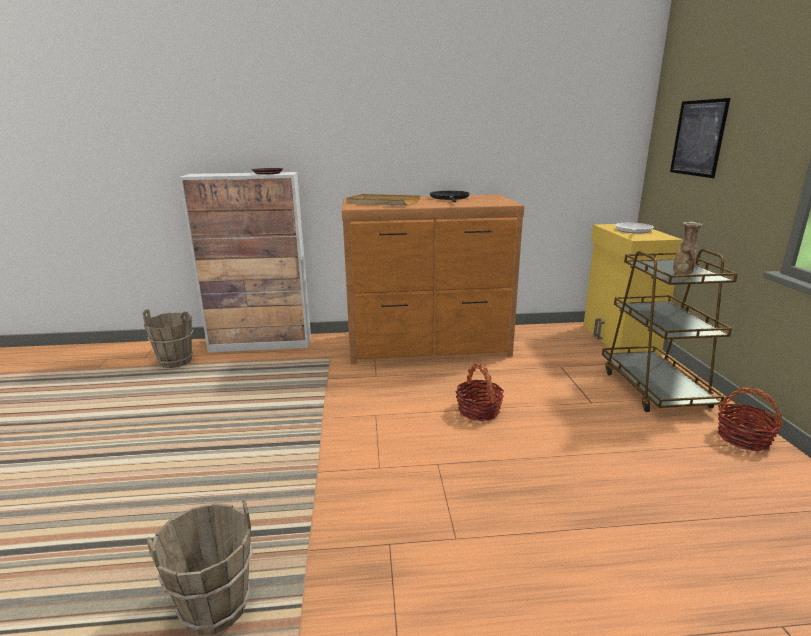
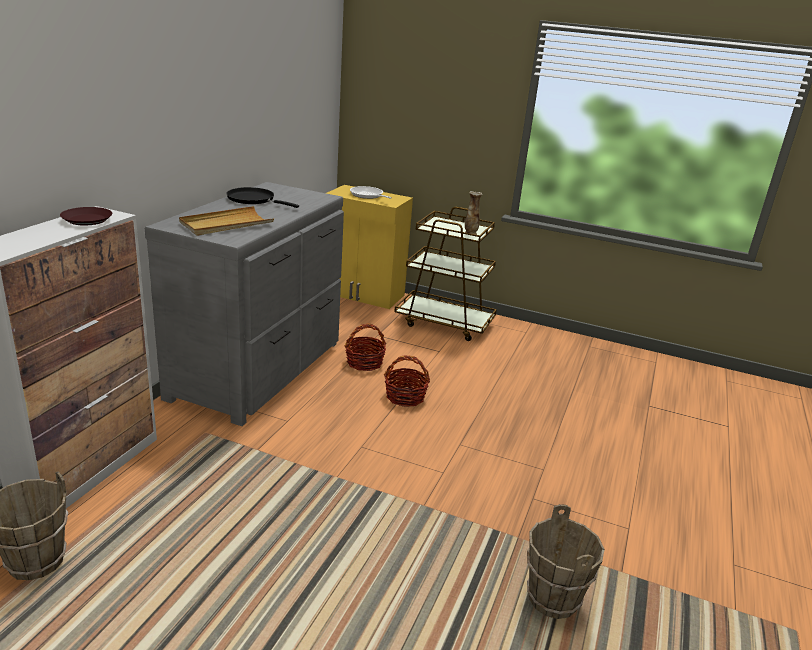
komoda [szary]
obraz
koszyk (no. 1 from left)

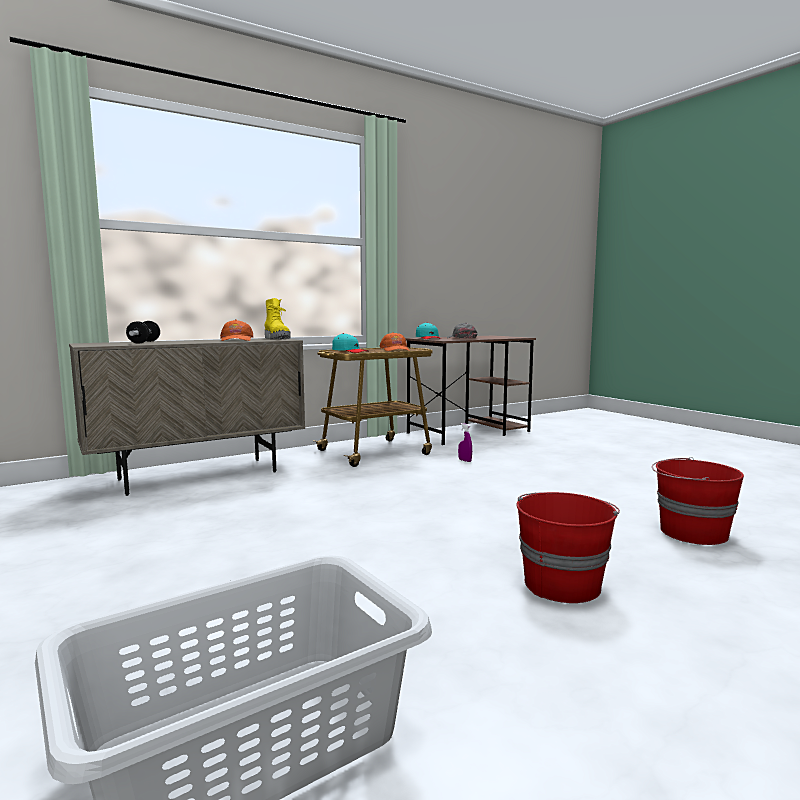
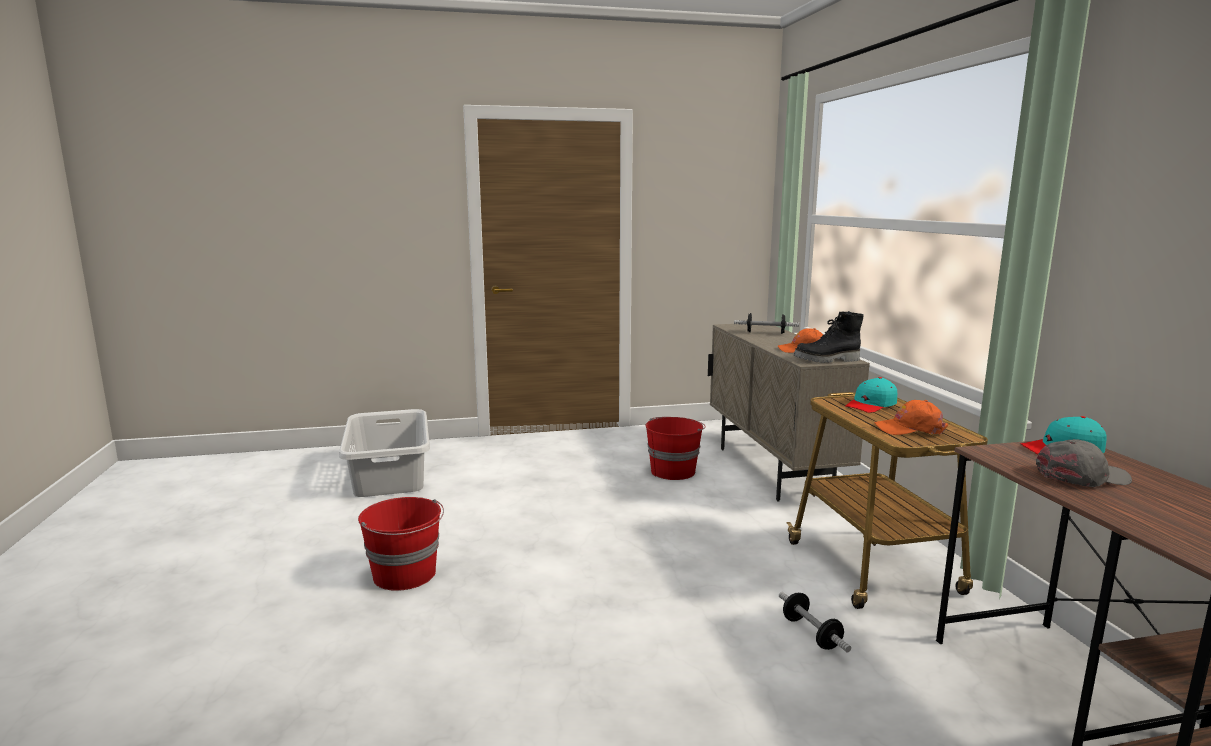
but z cholewką [czarny]
hantel (no. 2 from left)
wiadro [czerwony] (no. 2 from left)

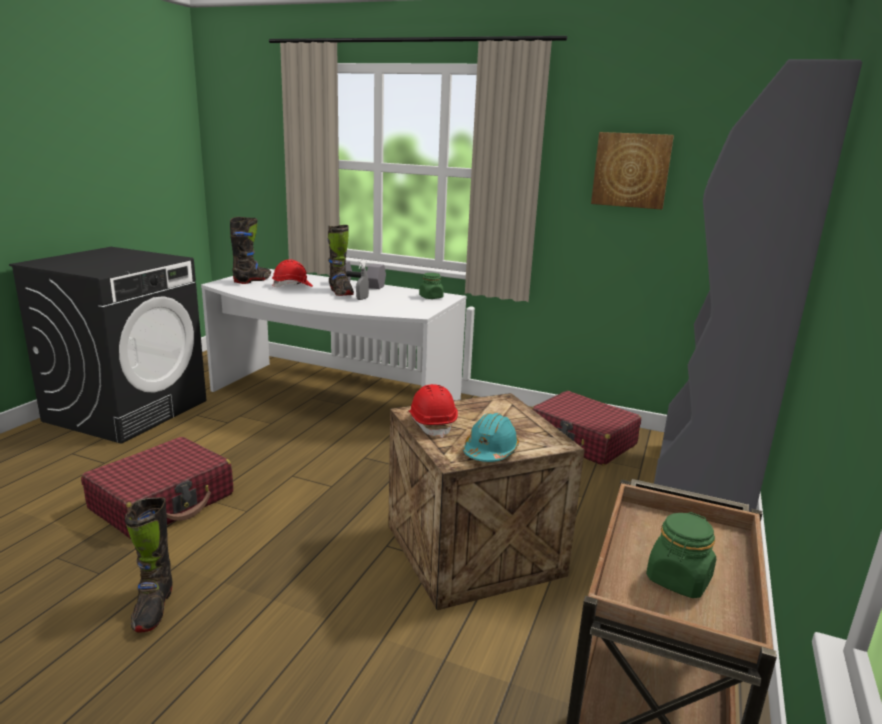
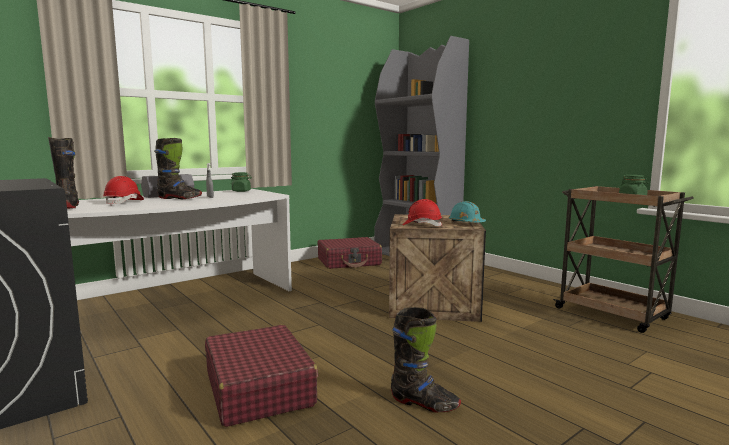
obraz

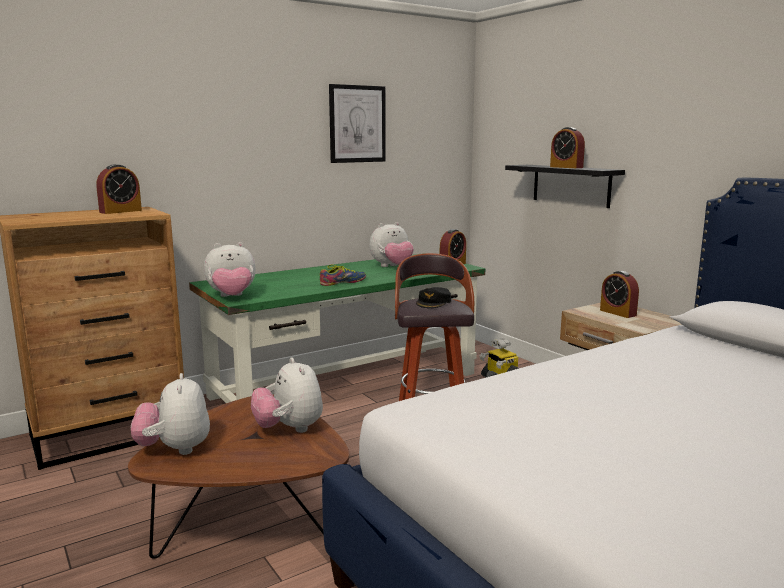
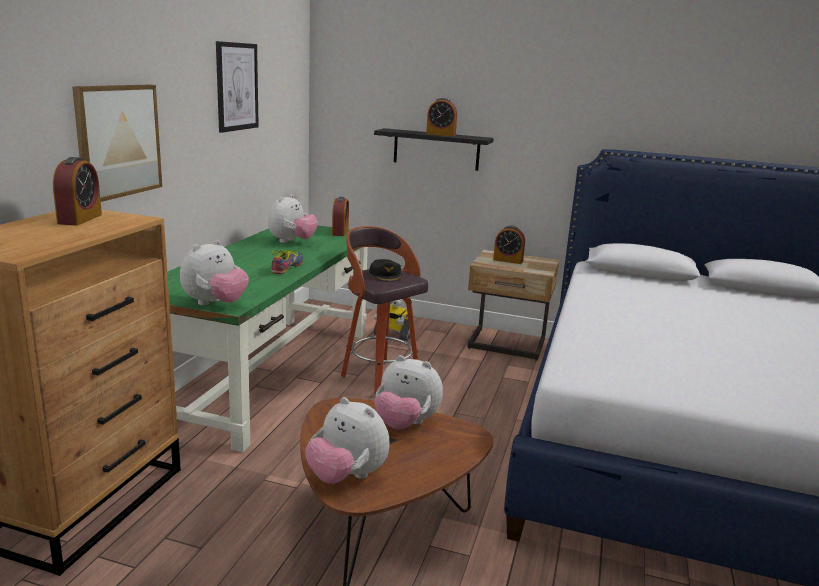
obraz (no. 1 from left)

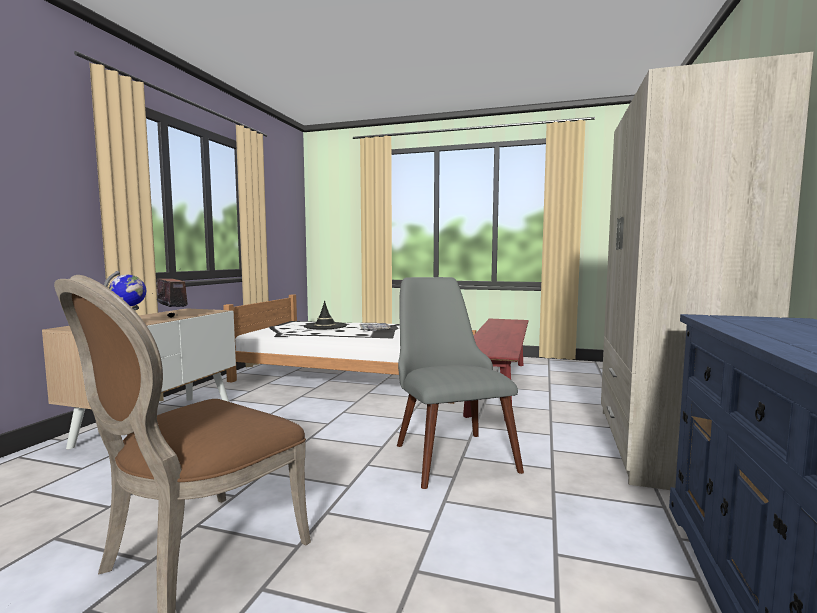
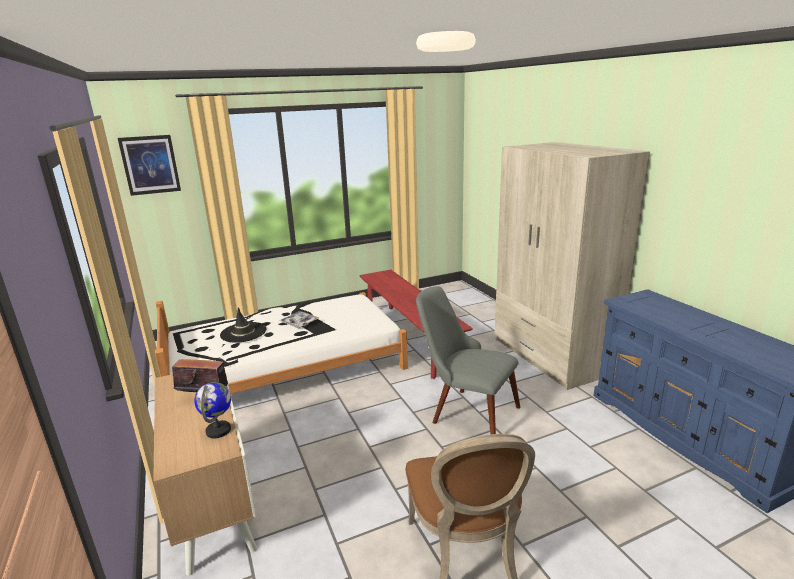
obraz

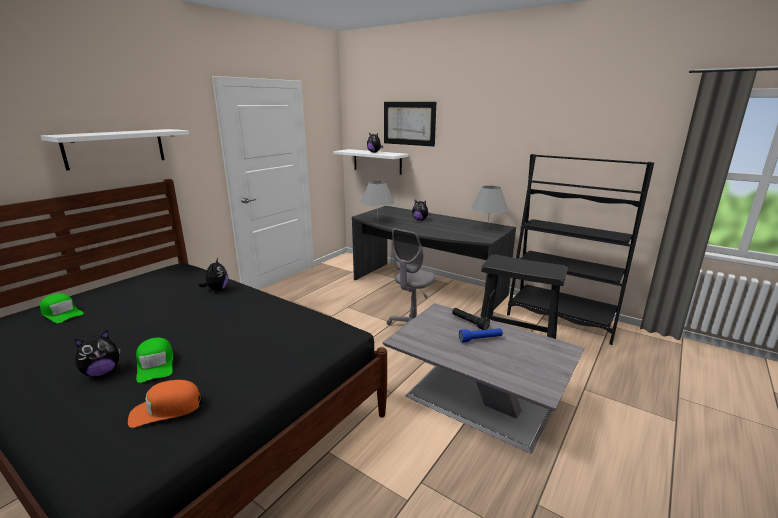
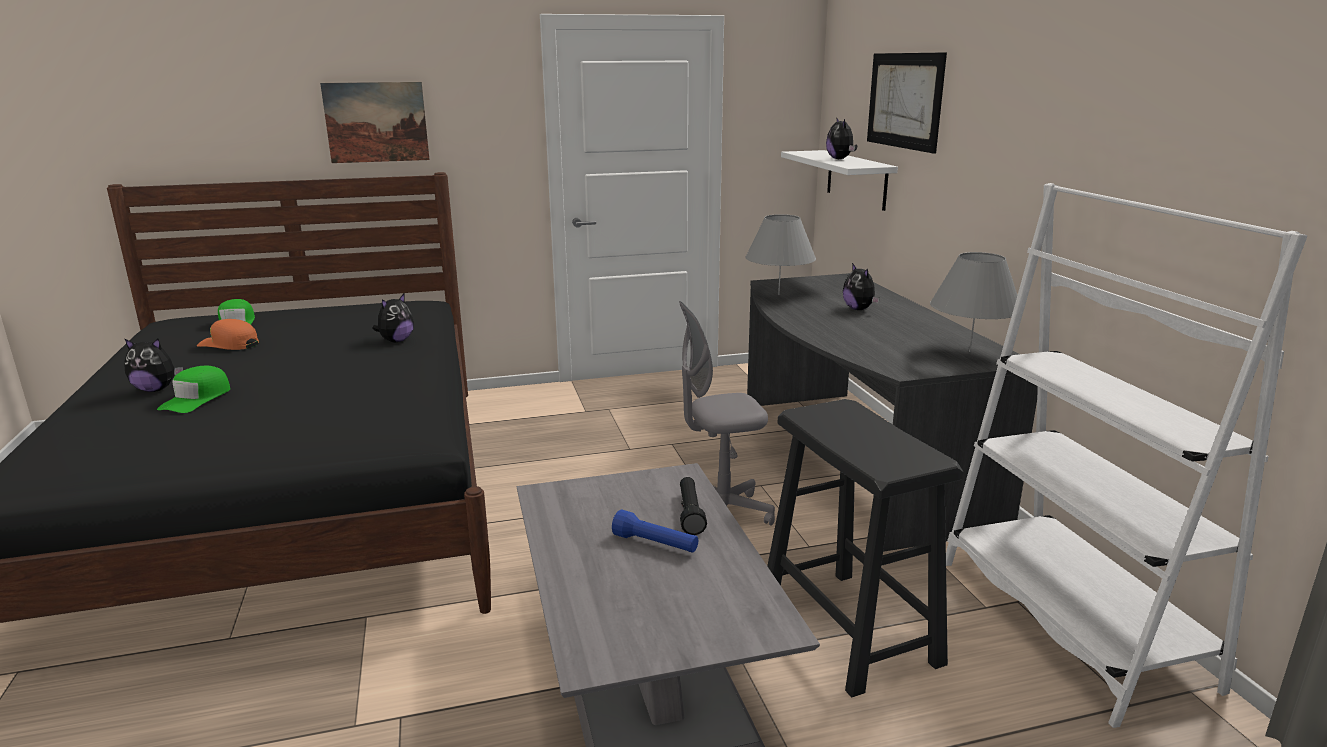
obraz (no. 1 from left)
czapka z daszkiem [pomarańczowy]
regał [biały]

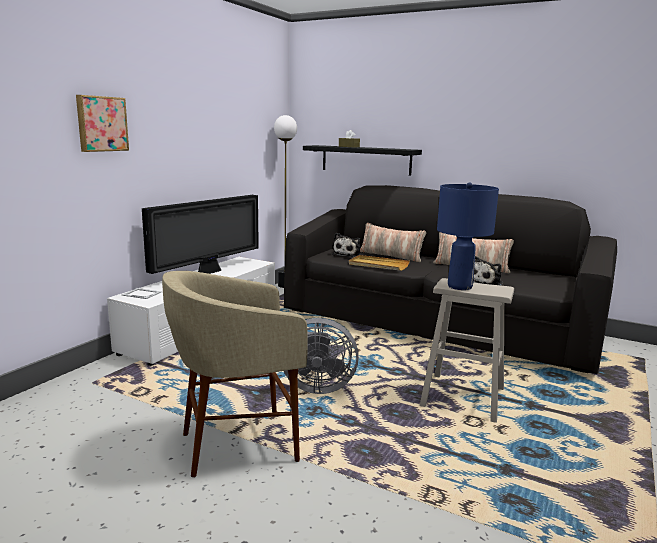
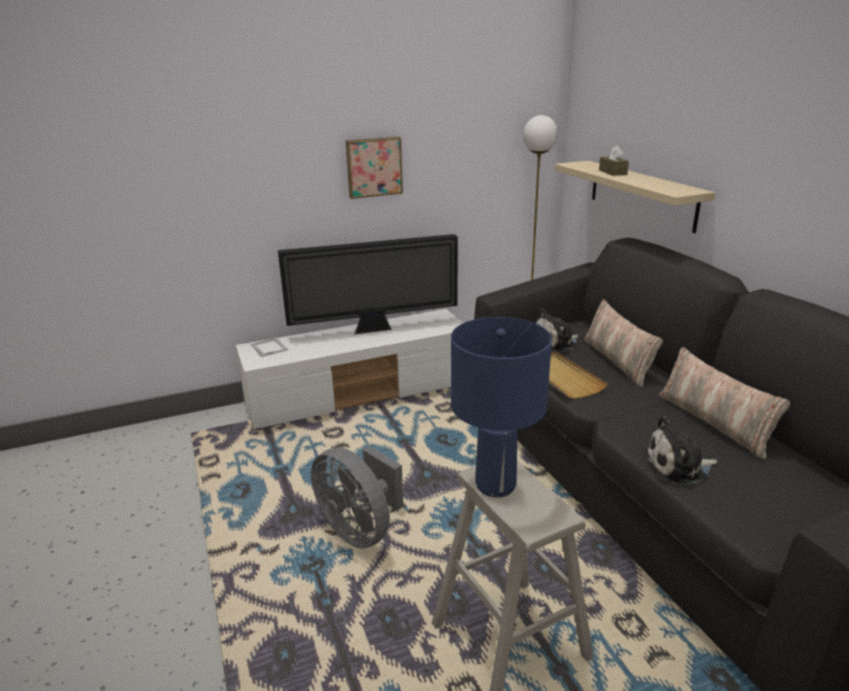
obraz
stołek [beżowy] (no. 1 from left in the first image)
półka [beżowy]

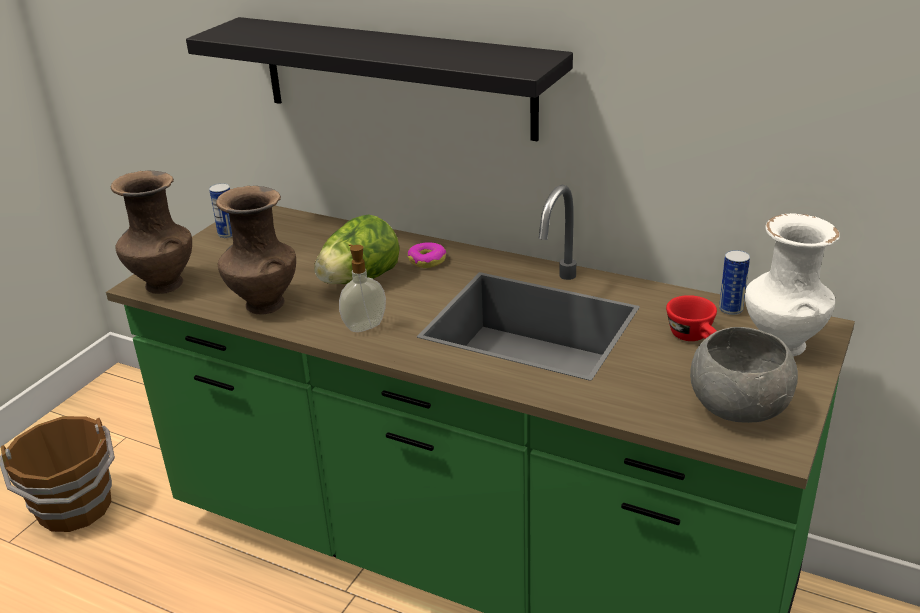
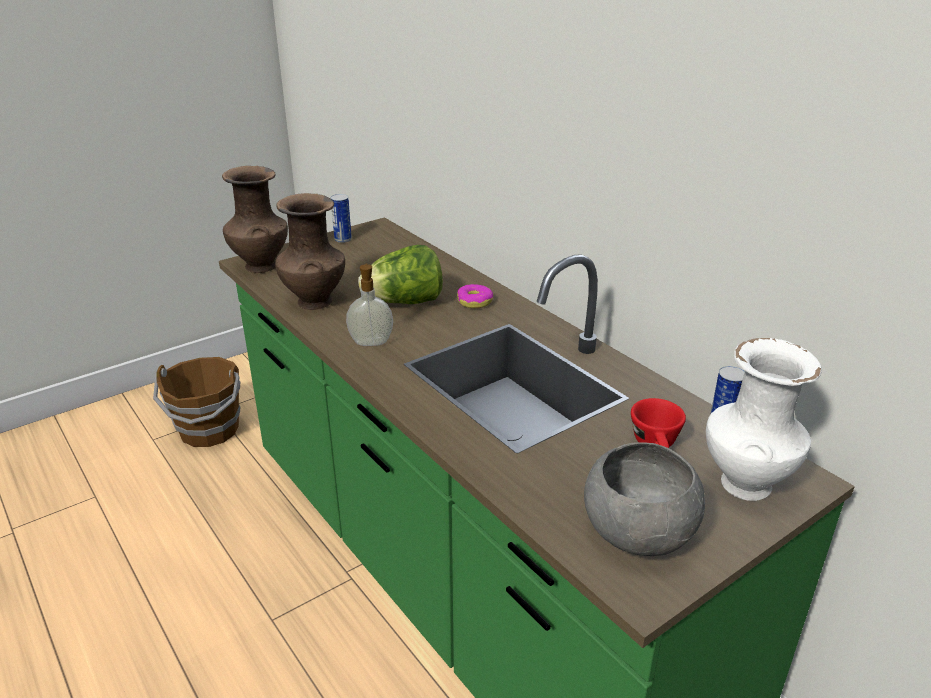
półka [czarny]

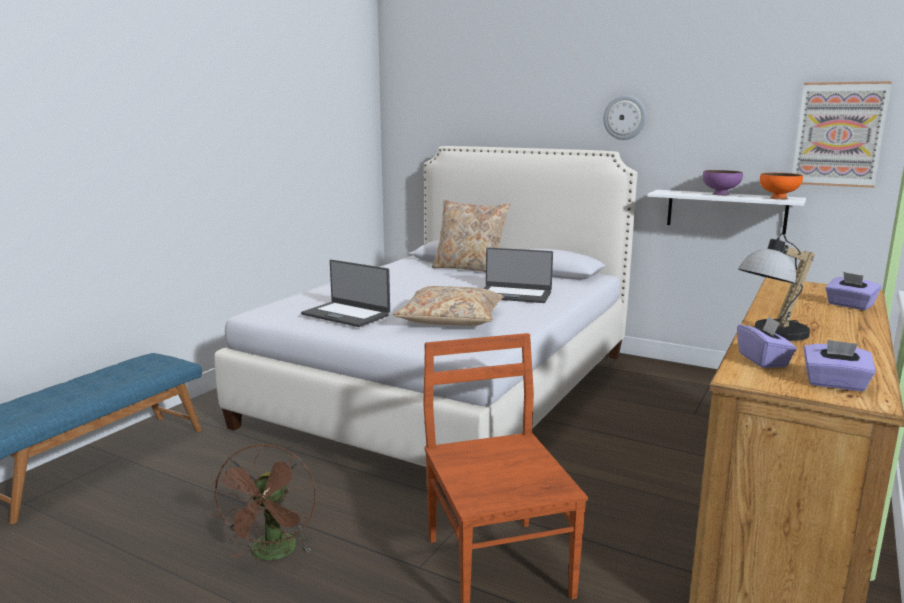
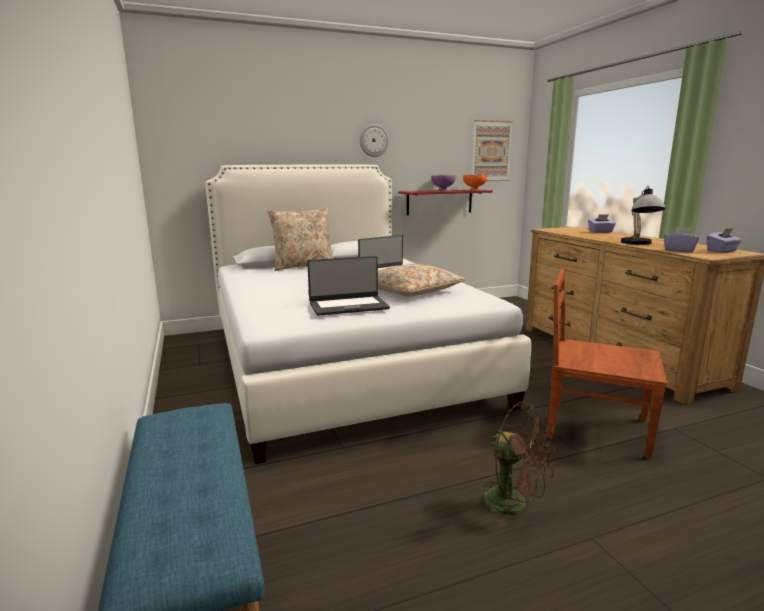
półka [czerwony]

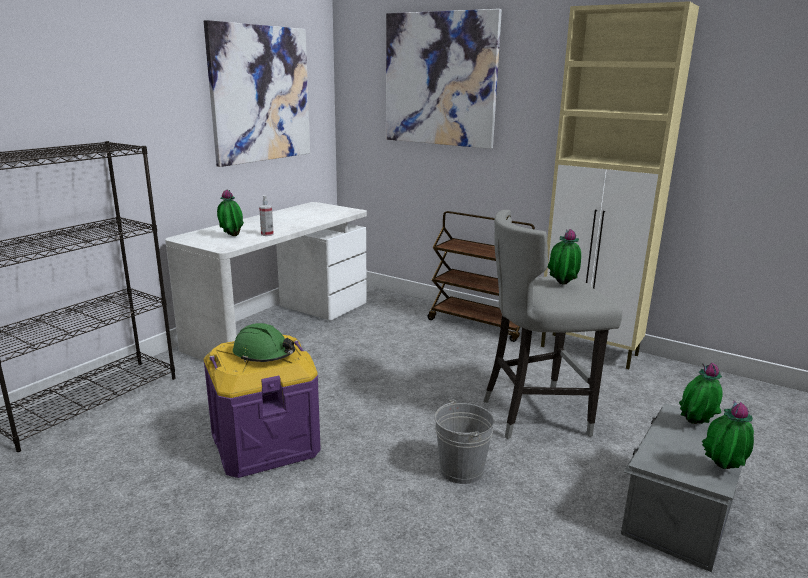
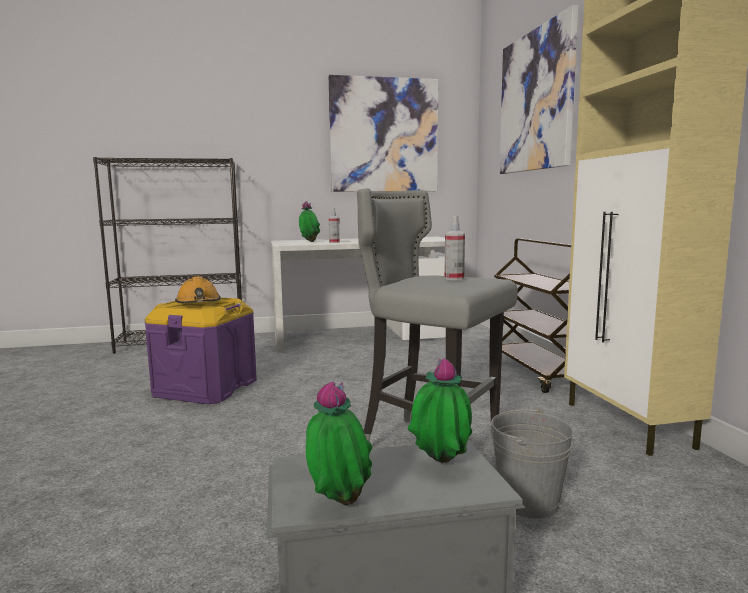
kask [pomarańczowy]
wiadro [szary]
spryskiwacz (no. 2 from left)

